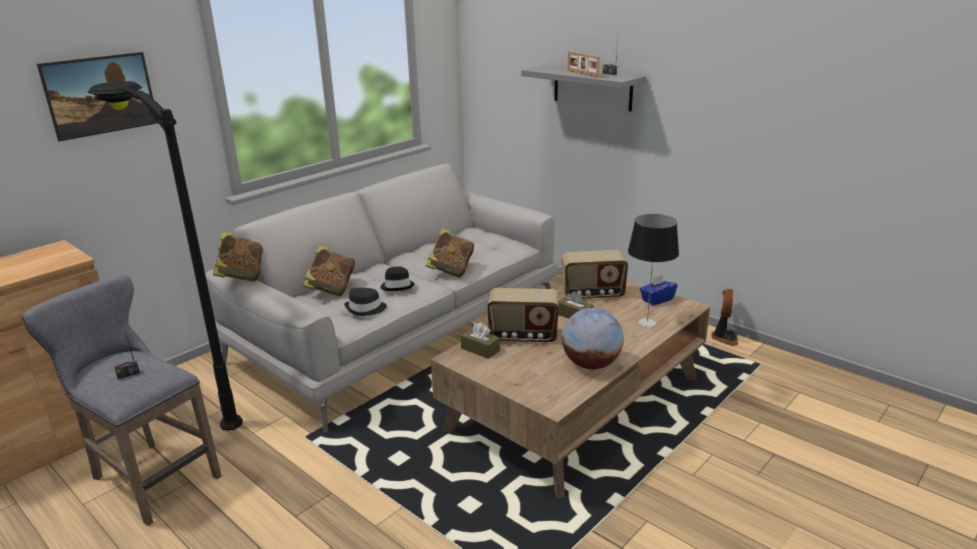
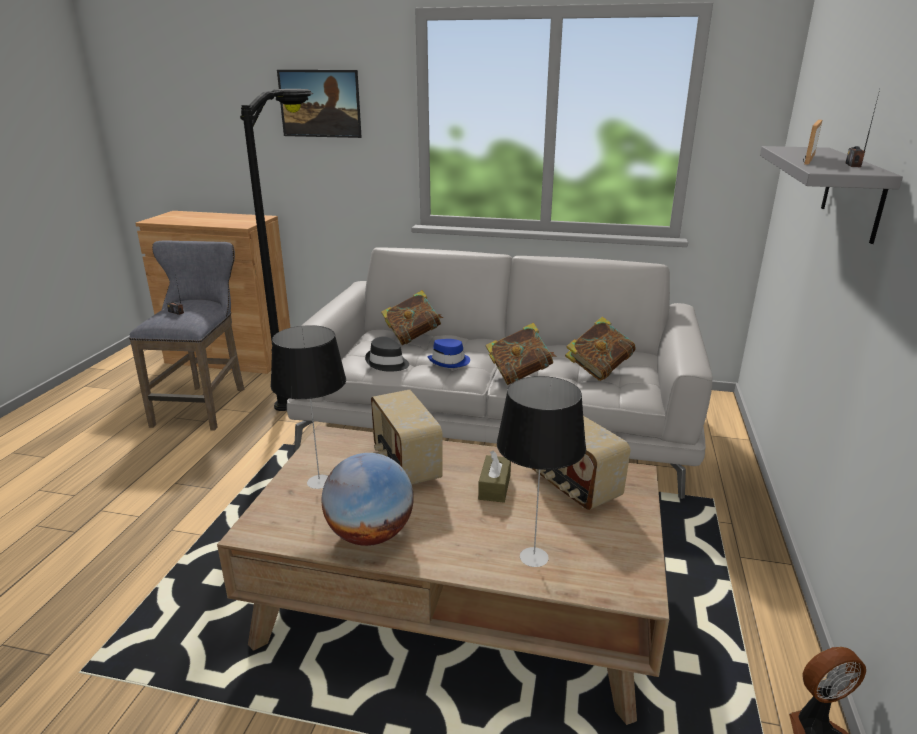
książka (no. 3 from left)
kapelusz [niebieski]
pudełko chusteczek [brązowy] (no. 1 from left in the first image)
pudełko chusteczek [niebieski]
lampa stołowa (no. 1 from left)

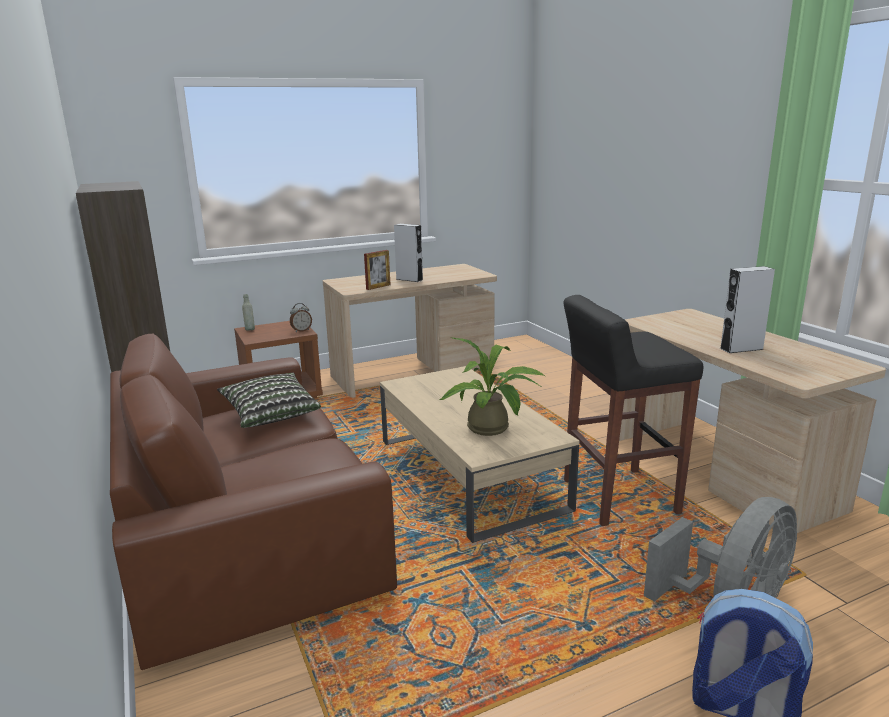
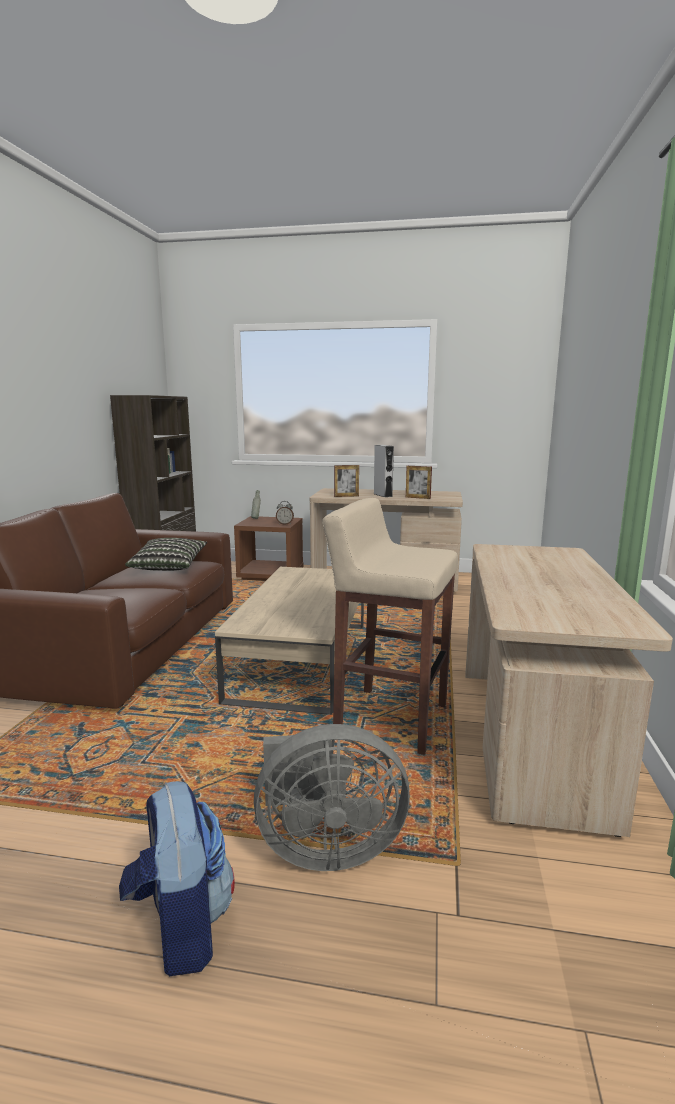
roślina doniczkowa
stołek [beżowy]
głośnik [szary] (no. 2 from left in the first image)
ramka na zdjęcie (no. 2 from left)

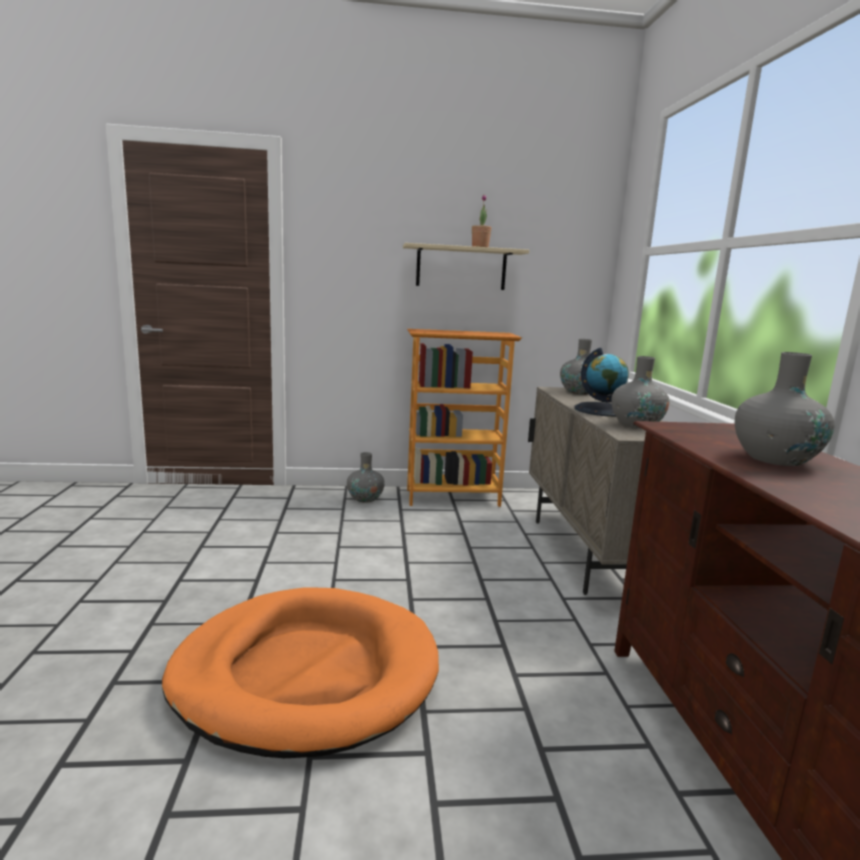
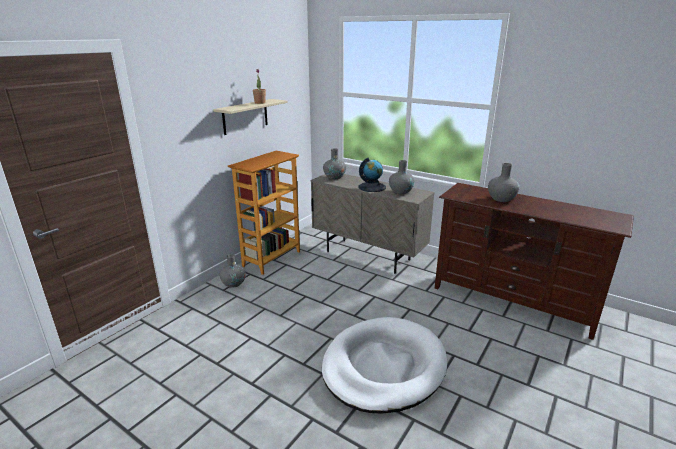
legowisko [biały]

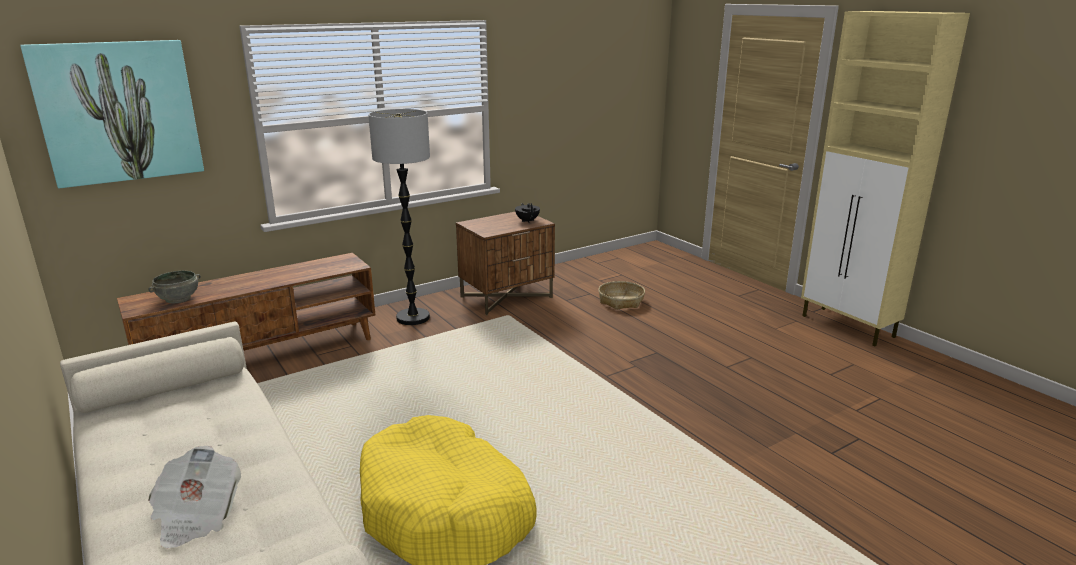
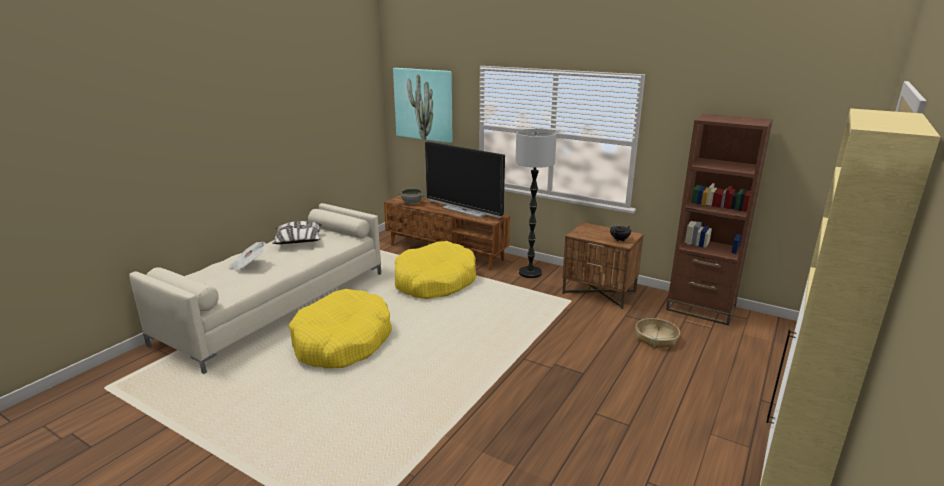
poduszka
legowisko [żółty] (no. 2 from left)
telewizor
regał [brązowy]

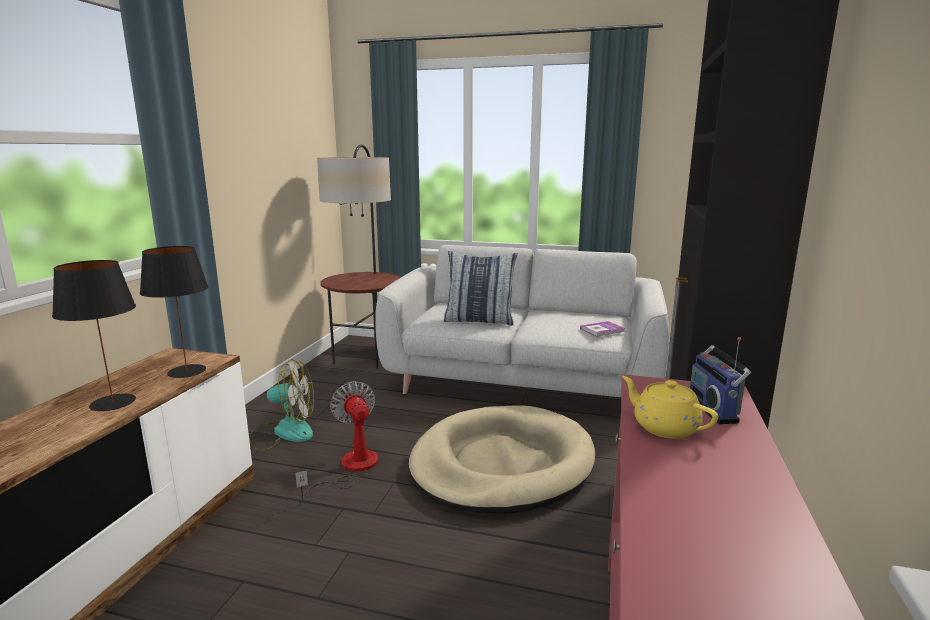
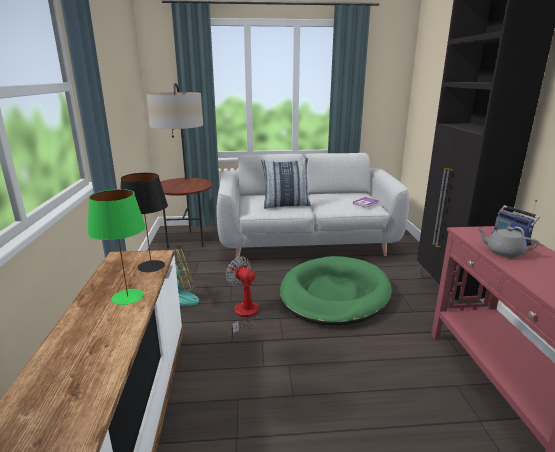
lampa stołowa [zielony]
legowisko [zielony]
imbryk [szary]

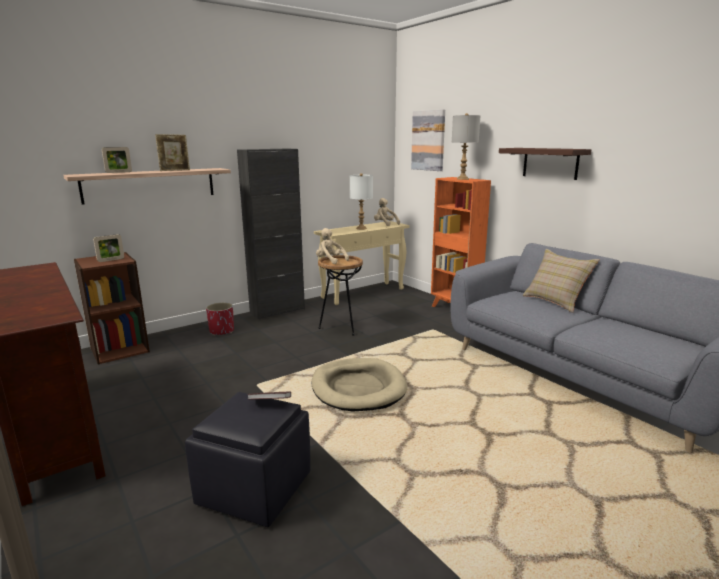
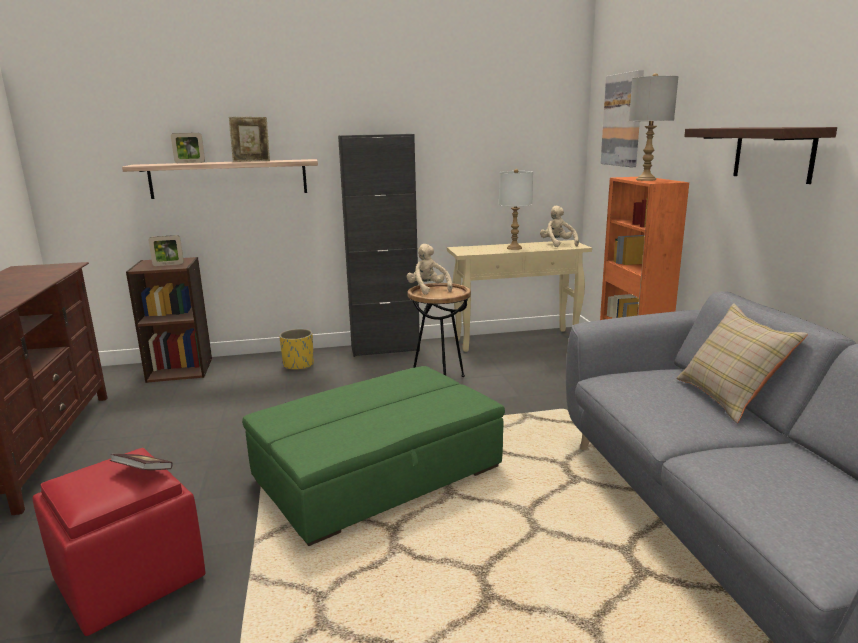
pufa [czerwony]
donica [żółty]
pufa [zielony]

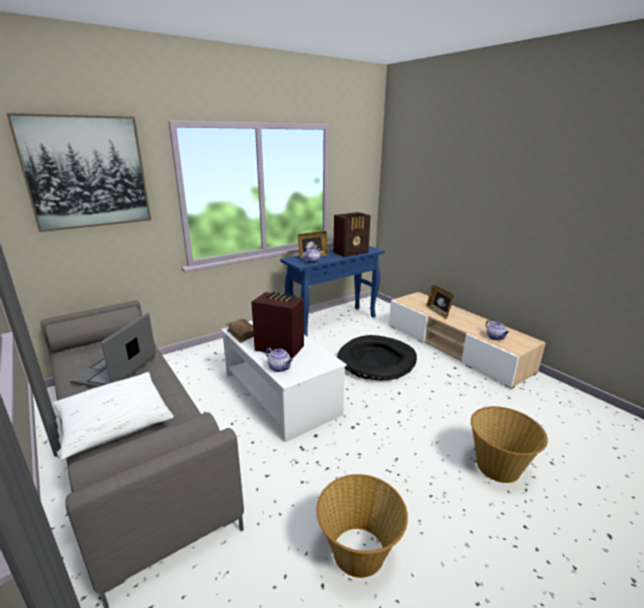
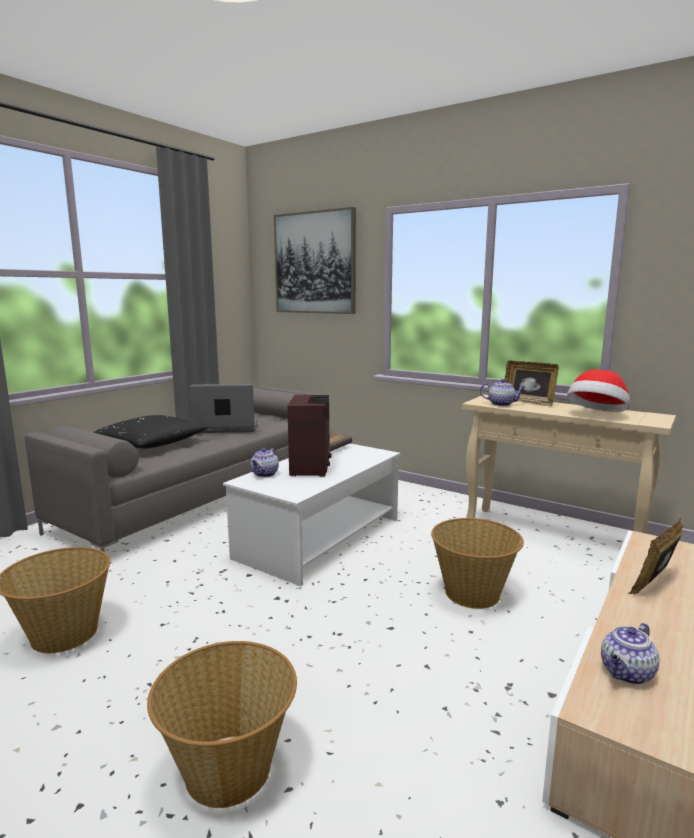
poduszka [czarny]
stolik konsolowy [beżowy]
kapelusz
koszyk (no. 3 from left)

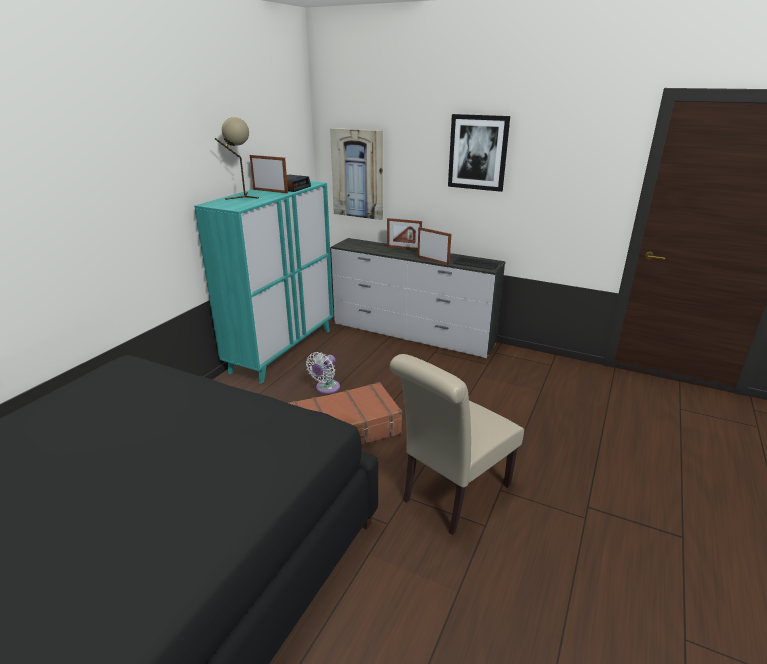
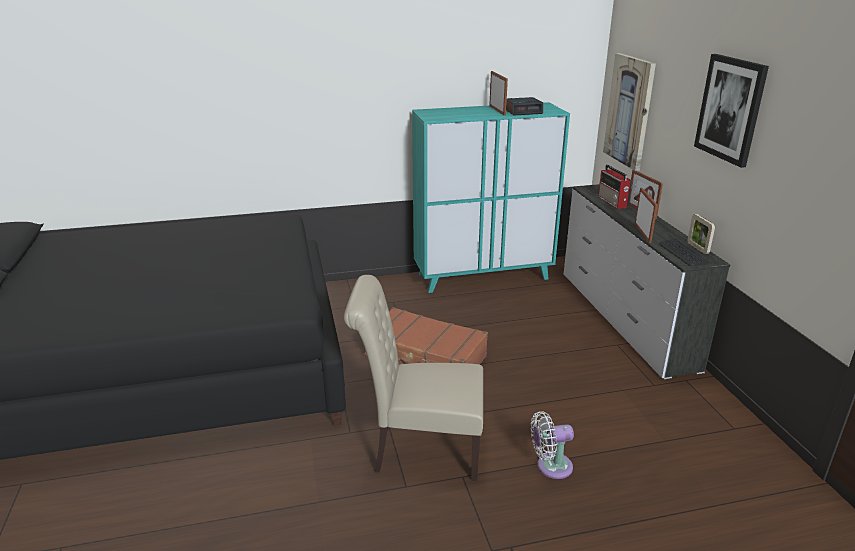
lampa stołowa [beżowy]
wentylator [biały]
radio
ramka na zdjęcie (no. 4 from left)

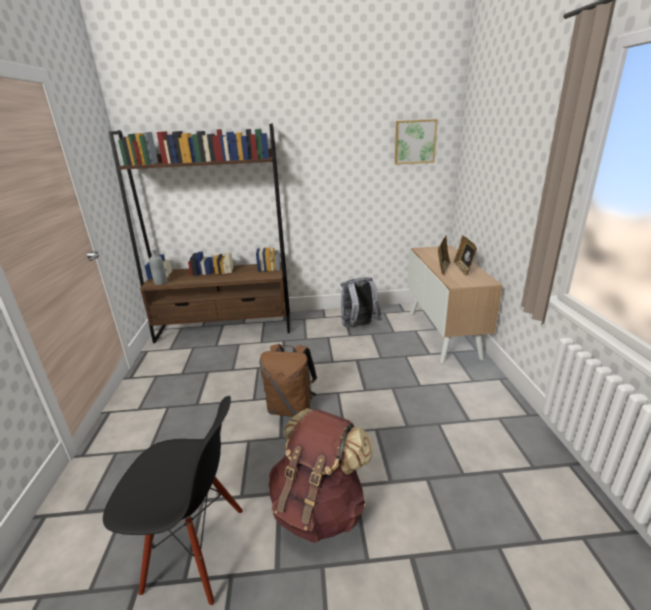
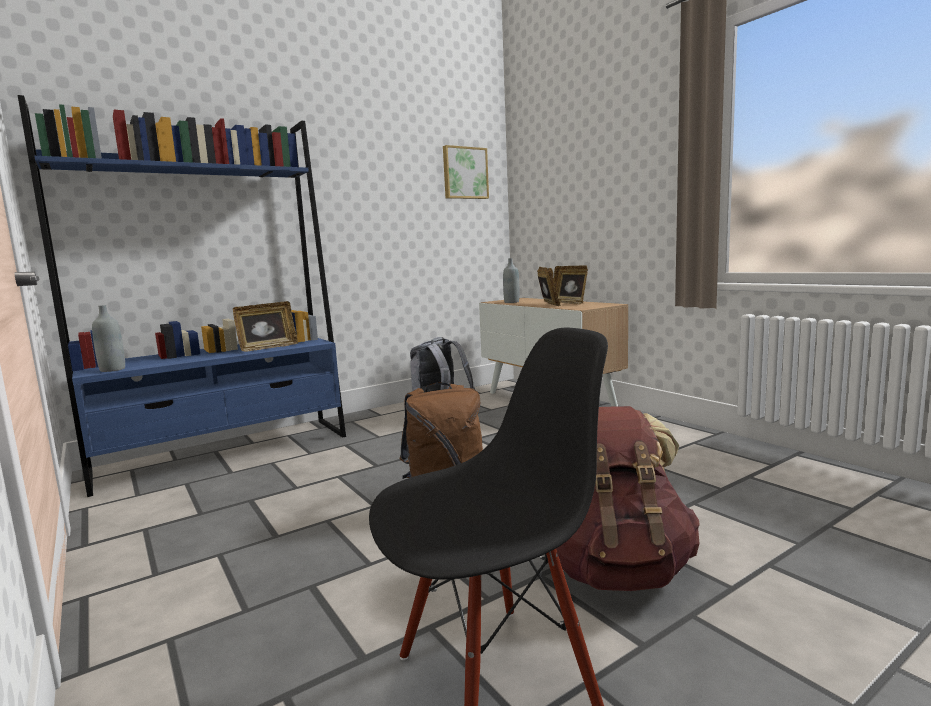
regał [niebieski]
ramka na zdjęcie (no. 1 from left)
butelka [szary] (no. 2 from left)

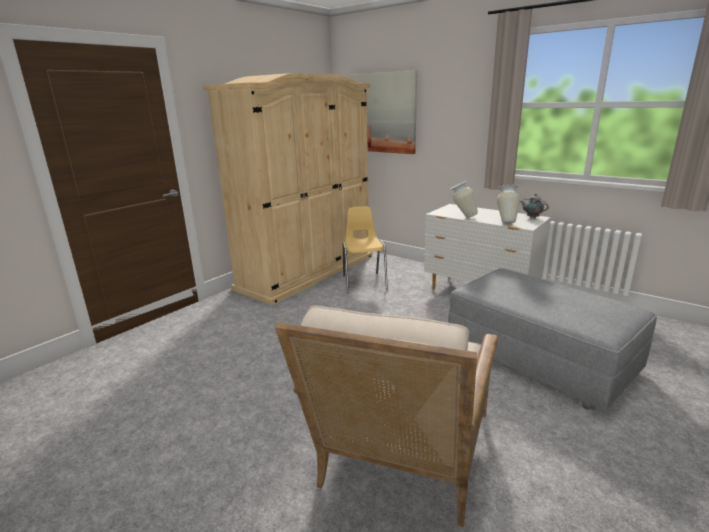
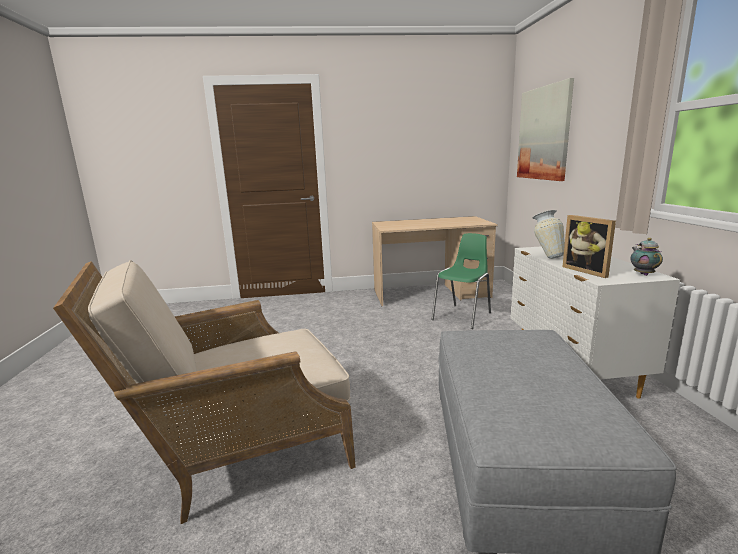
biurko [beżowy]
krzesło [zielony]
ramka na zdjęcie

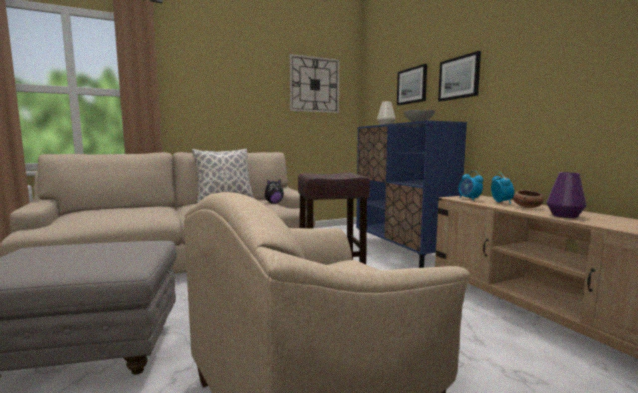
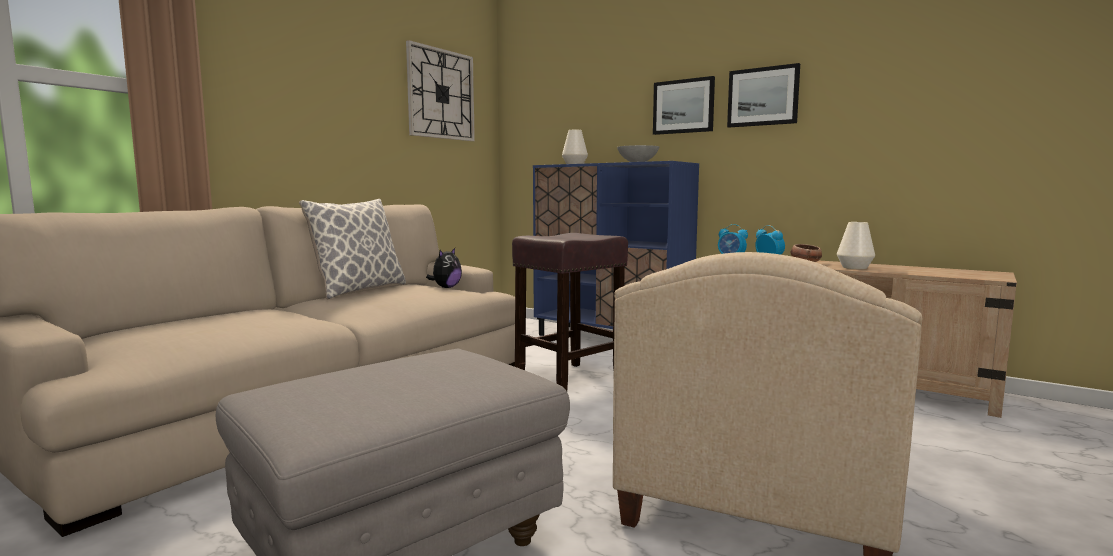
obraz (no. 2 from left)
wazon [biały] (no. 2 from left)

